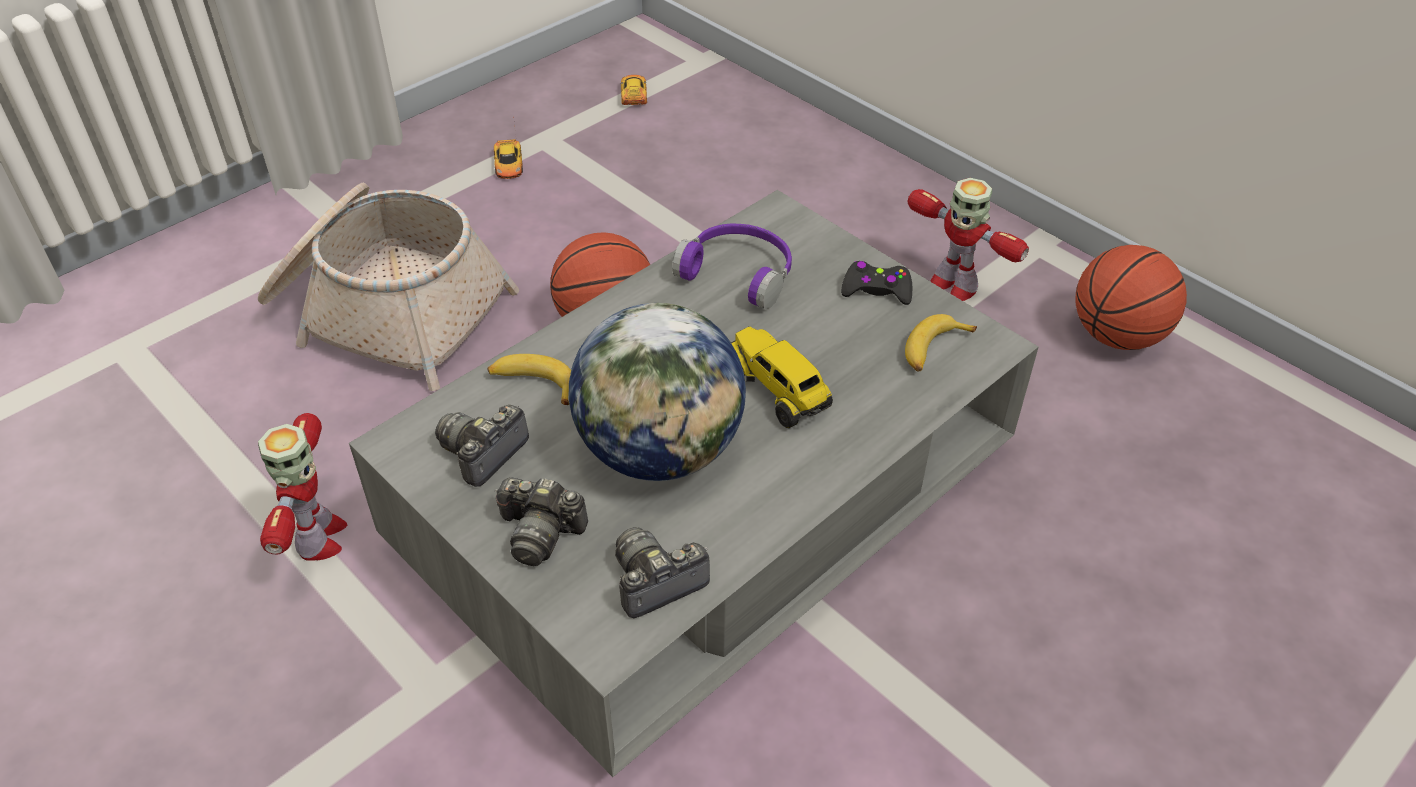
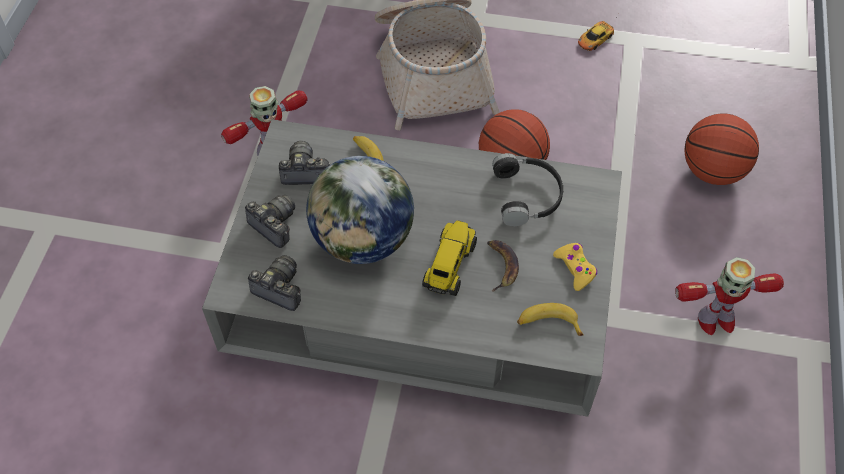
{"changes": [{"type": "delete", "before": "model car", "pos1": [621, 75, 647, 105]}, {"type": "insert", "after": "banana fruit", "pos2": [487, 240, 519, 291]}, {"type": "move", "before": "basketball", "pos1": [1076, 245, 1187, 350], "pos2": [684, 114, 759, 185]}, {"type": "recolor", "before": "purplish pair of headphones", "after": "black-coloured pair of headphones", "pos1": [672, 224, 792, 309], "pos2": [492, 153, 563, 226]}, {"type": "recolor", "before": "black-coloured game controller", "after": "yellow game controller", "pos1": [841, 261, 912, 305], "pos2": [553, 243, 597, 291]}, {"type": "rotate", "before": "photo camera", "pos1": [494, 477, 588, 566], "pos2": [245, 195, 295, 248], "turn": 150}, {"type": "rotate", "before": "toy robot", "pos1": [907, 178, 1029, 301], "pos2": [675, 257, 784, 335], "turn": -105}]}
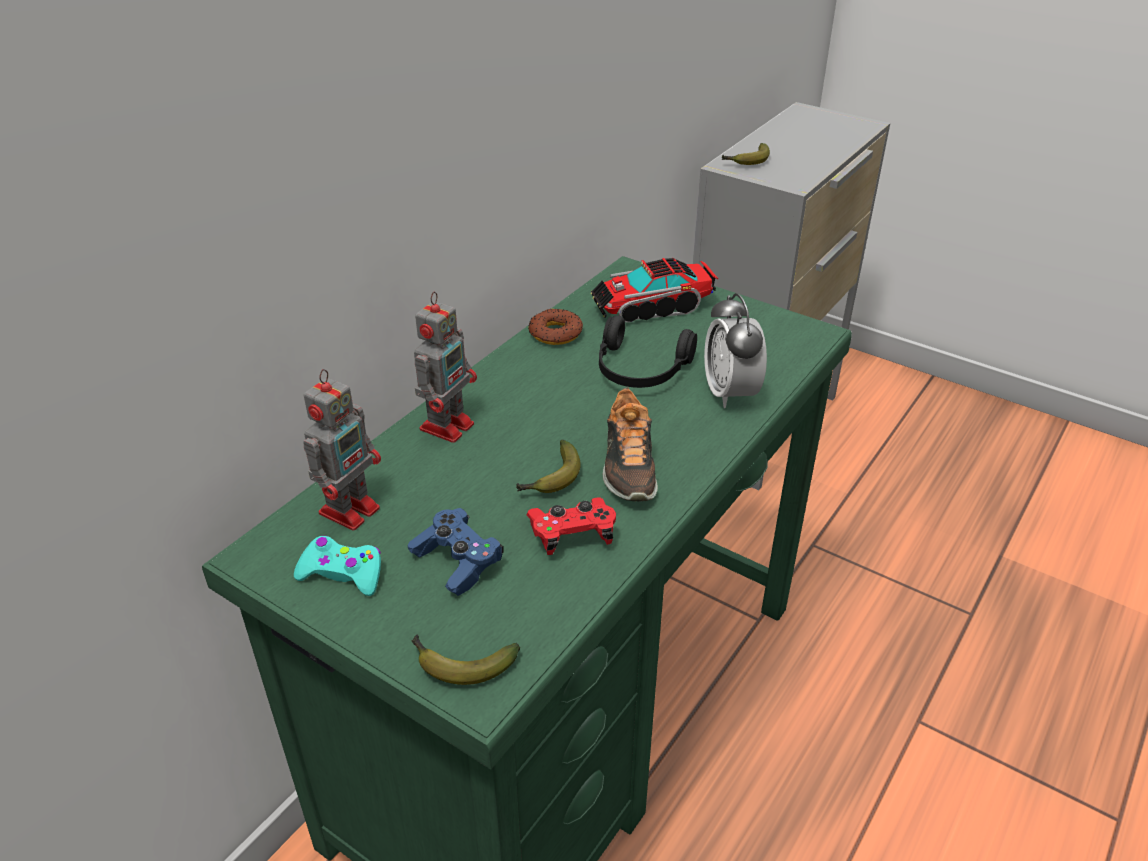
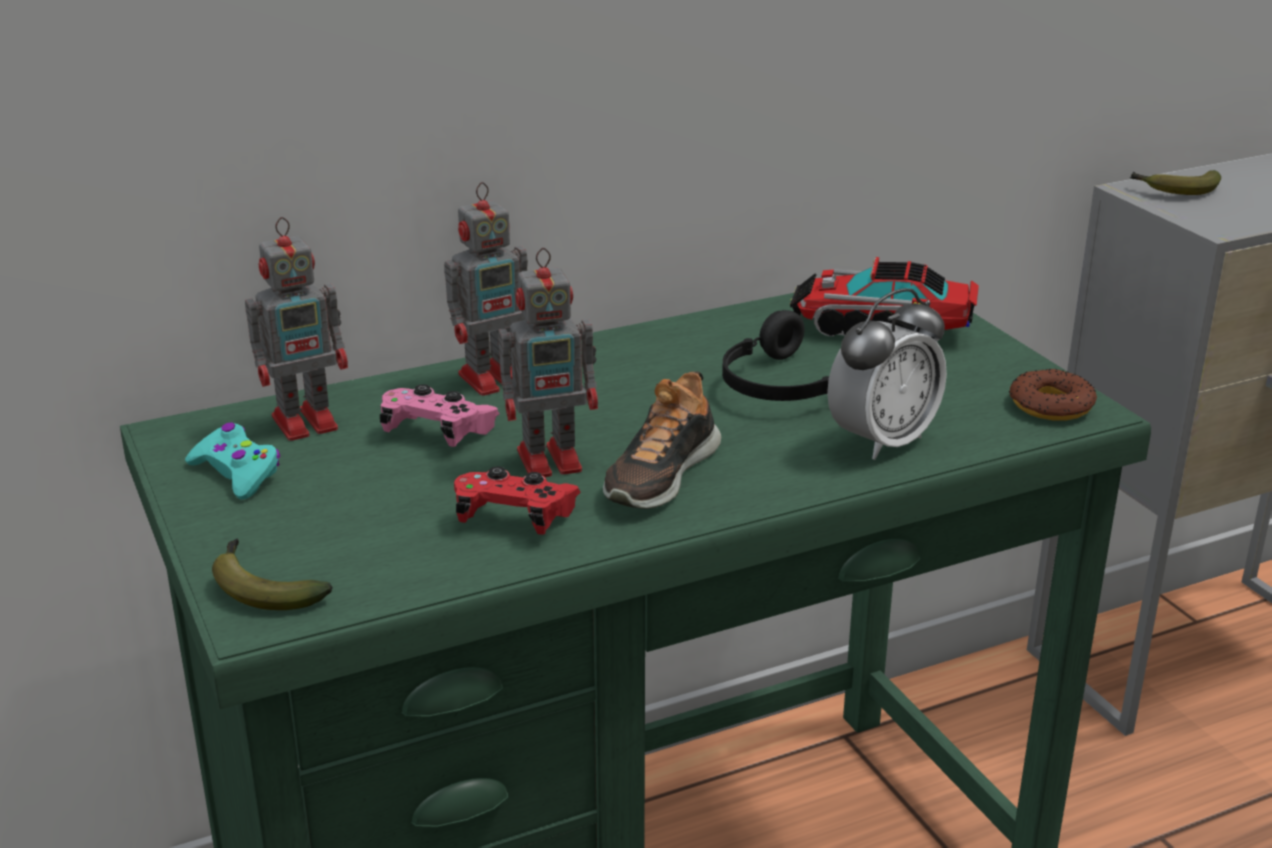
{"changes": [{"type": "delete", "before": "blue game controller", "pos1": [408, 508, 503, 596]}, {"type": "insert", "after": "pink game controller", "pos2": [380, 384, 500, 447]}, {"type": "move", "before": "doughnut", "pos1": [528, 308, 583, 345], "pos2": [1009, 369, 1097, 421]}, {"type": "replace", "before": "banana fruit", "after": "toy robot", "pos1": [516, 440, 581, 493], "pos2": [498, 248, 598, 477]}, {"type": "rotate", "before": "bedside clock", "pos1": [704, 293, 767, 408], "pos2": [827, 288, 947, 460], "turn": -150}]}
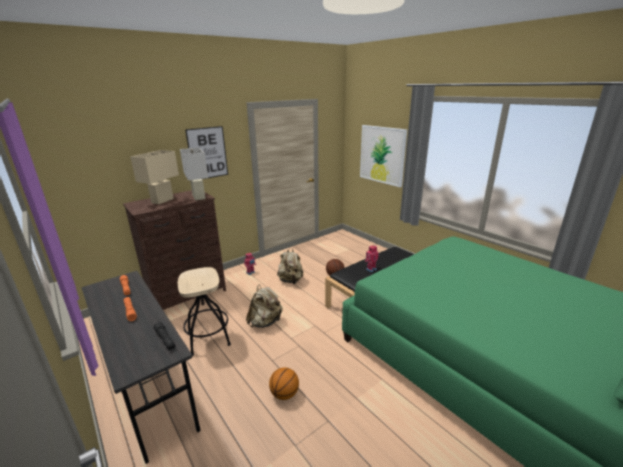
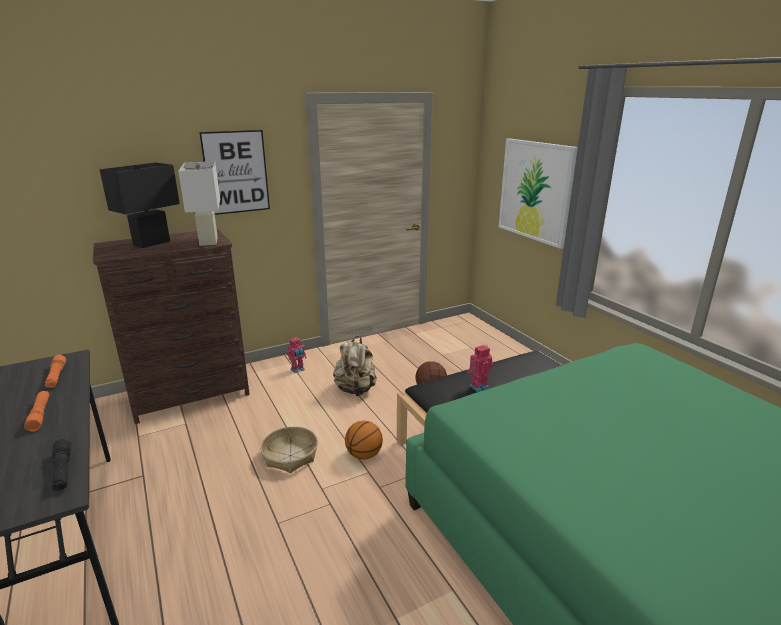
{"changes": [{"type": "delete", "before": "beige-coloured stool", "pos1": [178, 267, 231, 356]}, {"type": "move", "before": "basketball", "pos1": [269, 367, 299, 400], "pos2": [345, 421, 383, 460]}, {"type": "replace", "before": "beige-coloured rucksack", "after": "basket", "pos1": [246, 284, 283, 328], "pos2": [261, 426, 318, 473]}, {"type": "recolor", "before": "beige-coloured lamp for a table", "after": "black-coloured lamp for a table", "pos1": [130, 150, 179, 204], "pos2": [99, 162, 180, 248]}]}
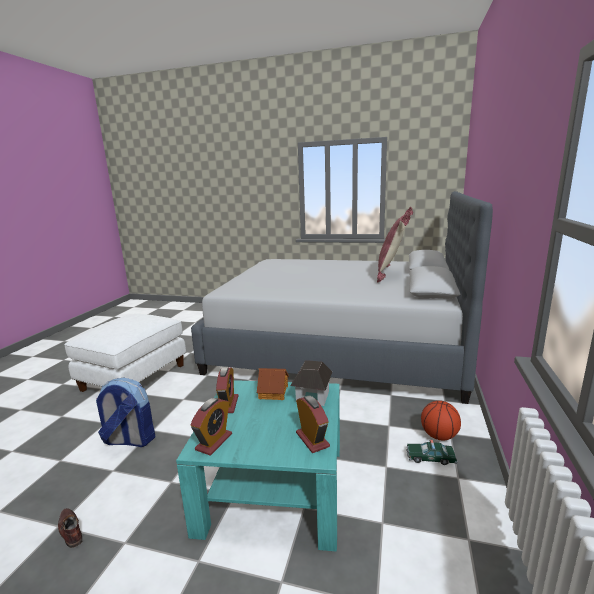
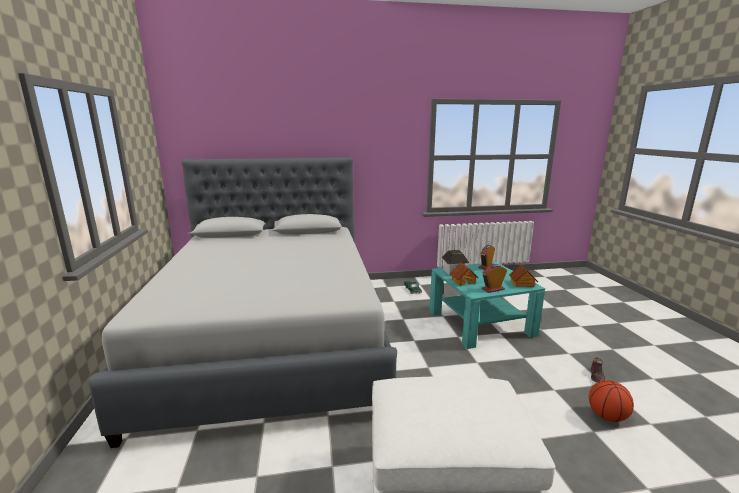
{"changes": [{"type": "delete", "before": "rucksack", "pos1": [96, 378, 155, 447]}, {"type": "delete", "before": "red-coloured cushion", "pos1": [377, 207, 413, 283]}, {"type": "move", "before": "basketball", "pos1": [421, 401, 461, 440], "pos2": [589, 380, 634, 422]}, {"type": "replace", "before": "bedside clock", "after": "model house", "pos1": [190, 398, 232, 456], "pos2": [509, 264, 538, 287]}]}
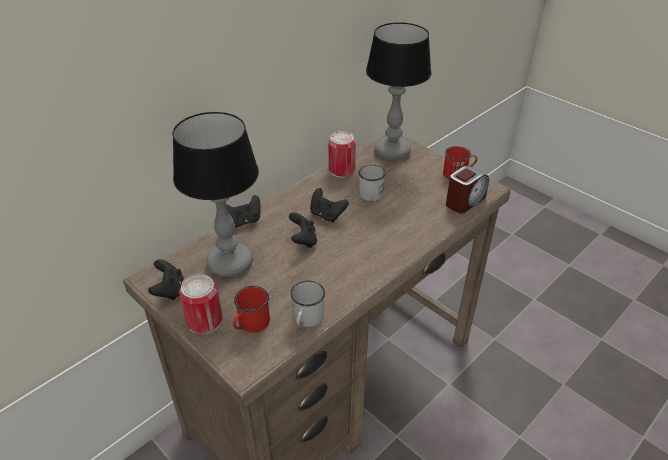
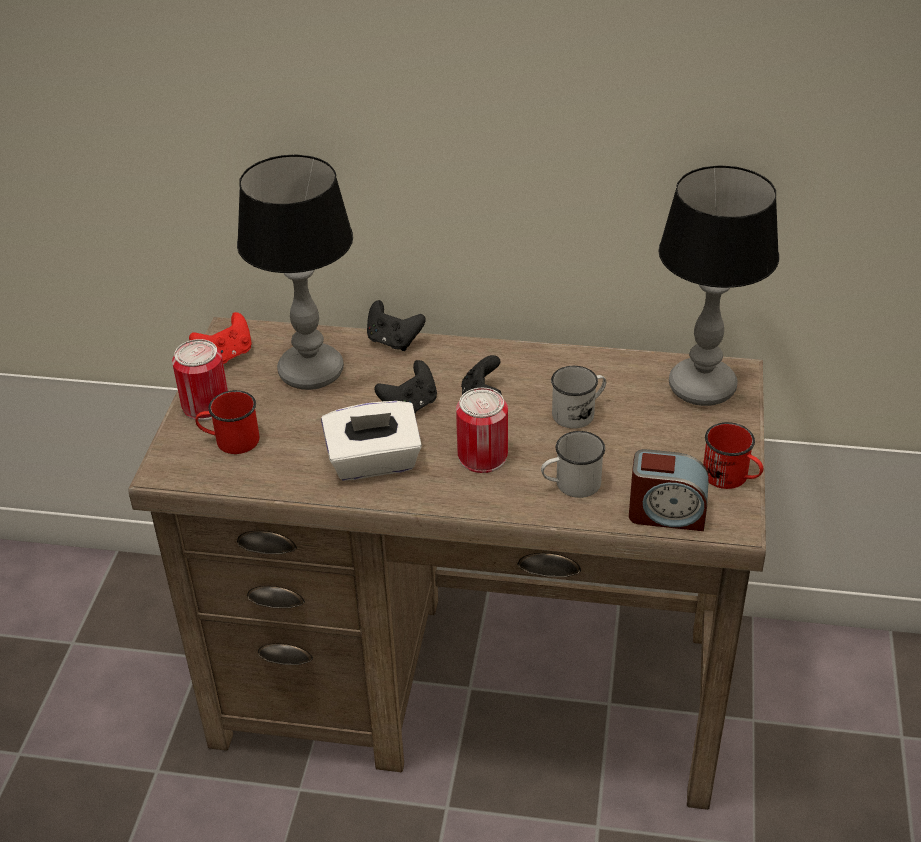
{"changes": [{"type": "insert", "after": "white tissue holder", "pos2": [321, 401, 422, 481]}, {"type": "move", "before": "white mug", "pos1": [291, 281, 325, 327], "pos2": [541, 431, 605, 498]}, {"type": "move", "before": "sealed can", "pos1": [328, 131, 356, 178], "pos2": [456, 388, 508, 473]}, {"type": "recolor", "before": "black-coloured game controller", "after": "red-coloured game controller", "pos1": [148, 259, 184, 300], "pos2": [189, 312, 252, 364]}]}
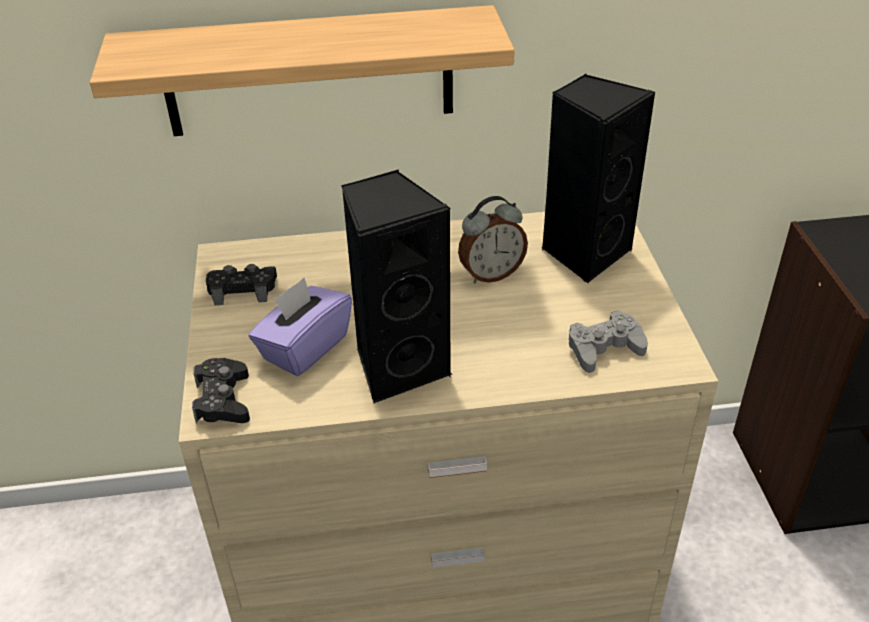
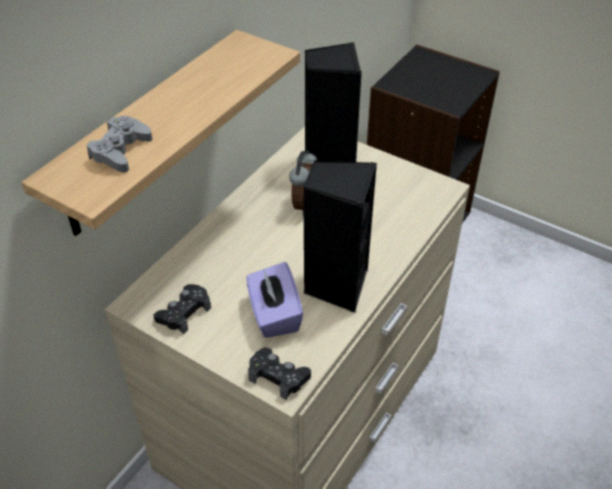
{"changes": [{"type": "move", "before": "greyish game controller", "pos1": [569, 311, 648, 373], "pos2": [87, 116, 152, 173]}]}
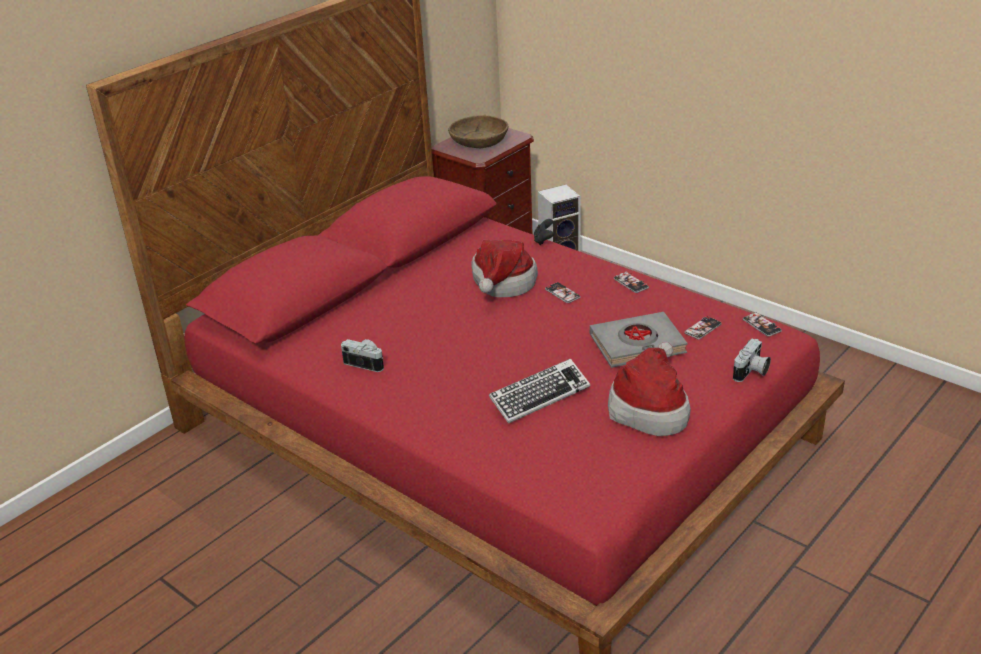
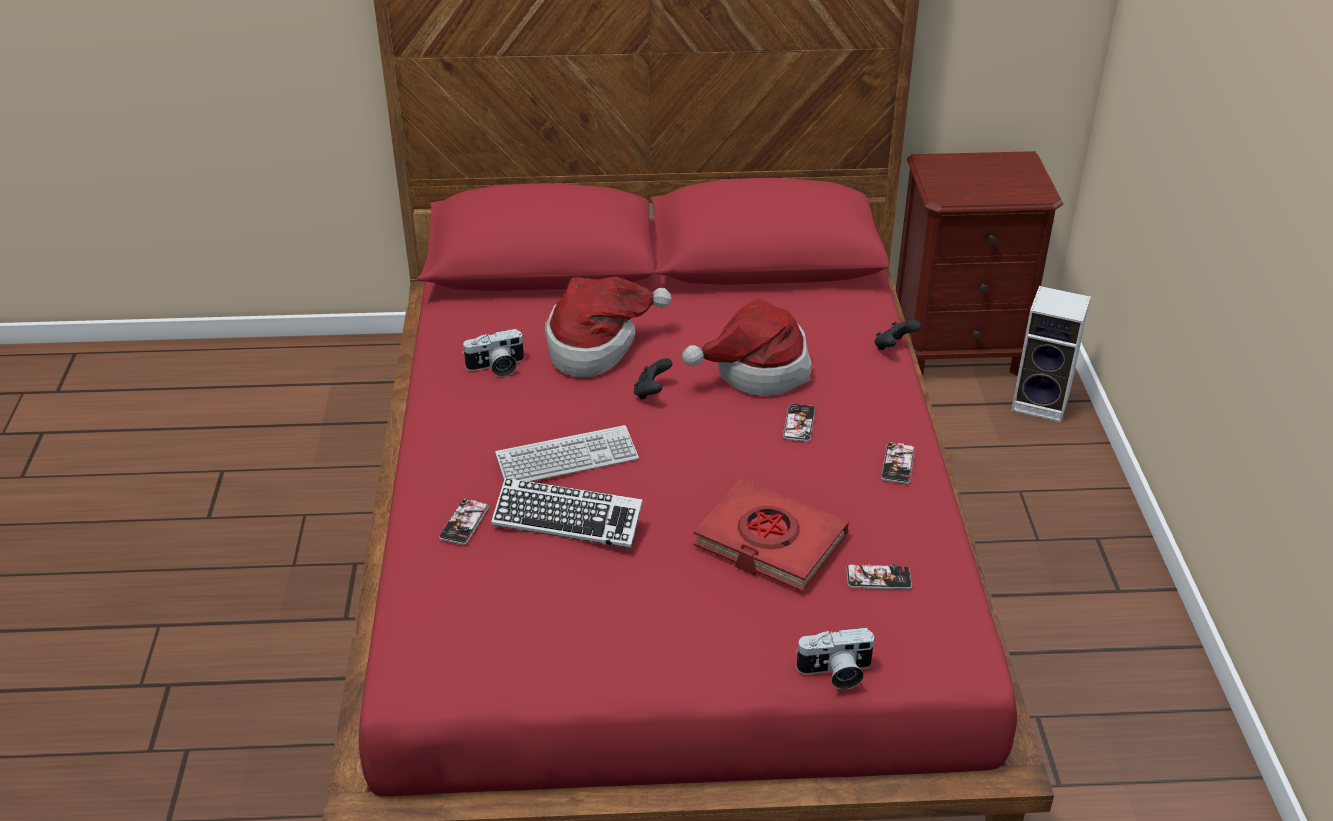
{"changes": [{"type": "delete", "before": "brown deep dish", "pos1": [448, 114, 508, 148]}, {"type": "insert", "after": "PC keyboard", "pos2": [495, 425, 639, 482]}, {"type": "insert", "after": "black-coloured game controller", "pos2": [634, 358, 672, 400]}, {"type": "move", "before": "wearable hat", "pos1": [608, 342, 691, 436], "pos2": [545, 277, 672, 377]}, {"type": "move", "before": "phone", "pos1": [743, 312, 782, 337], "pos2": [439, 499, 489, 545]}, {"type": "recolor", "before": "greyish bound book", "after": "red-coloured bound book", "pos1": [590, 312, 688, 368], "pos2": [693, 479, 849, 592]}, {"type": "rotate", "before": "photo camera", "pos1": [341, 339, 384, 372], "pos2": [462, 329, 525, 377], "turn": 90}]}
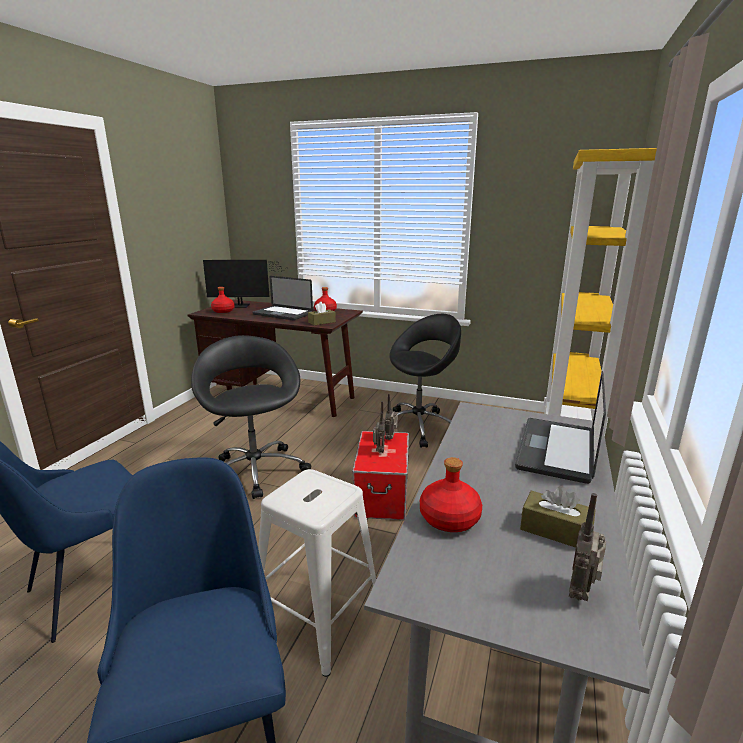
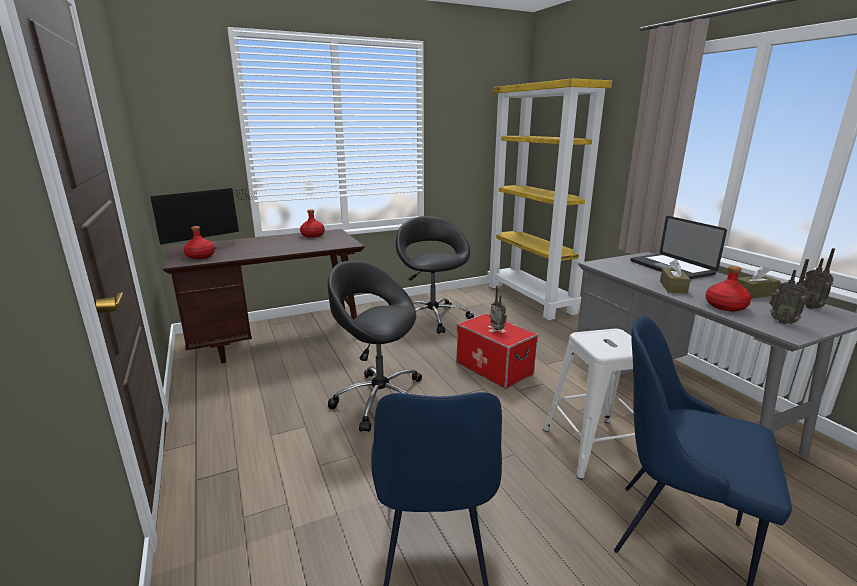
{"changes": [{"type": "delete", "before": "portable computer", "pos1": [253, 276, 313, 320]}, {"type": "move", "before": "brown tissue holder", "pos1": [308, 302, 336, 325], "pos2": [660, 259, 691, 294]}, {"type": "move", "before": "radio", "pos1": [385, 394, 398, 440], "pos2": [769, 259, 809, 324]}, {"type": "rotate", "before": "black-coloured desk chair", "pos1": [389, 314, 461, 448], "pos2": [396, 216, 474, 334], "turn": -45}]}
